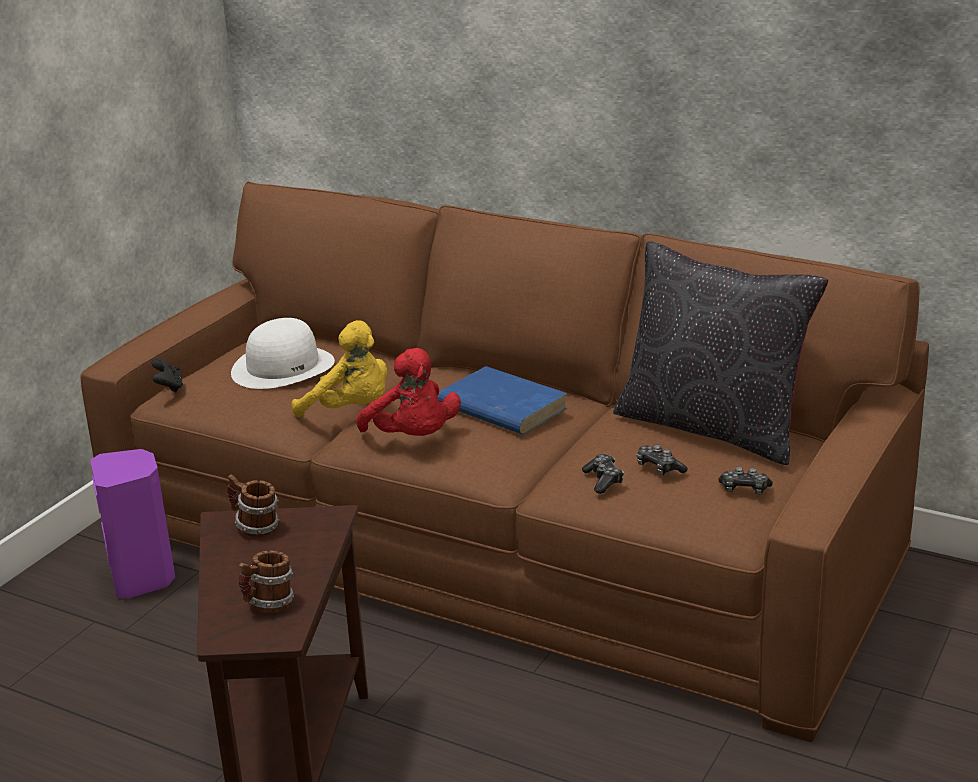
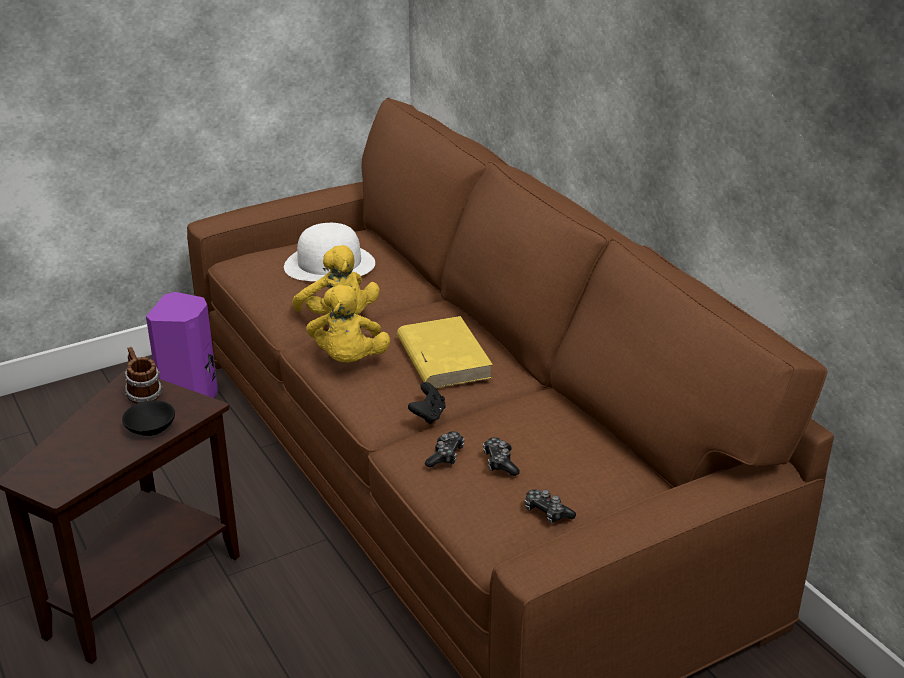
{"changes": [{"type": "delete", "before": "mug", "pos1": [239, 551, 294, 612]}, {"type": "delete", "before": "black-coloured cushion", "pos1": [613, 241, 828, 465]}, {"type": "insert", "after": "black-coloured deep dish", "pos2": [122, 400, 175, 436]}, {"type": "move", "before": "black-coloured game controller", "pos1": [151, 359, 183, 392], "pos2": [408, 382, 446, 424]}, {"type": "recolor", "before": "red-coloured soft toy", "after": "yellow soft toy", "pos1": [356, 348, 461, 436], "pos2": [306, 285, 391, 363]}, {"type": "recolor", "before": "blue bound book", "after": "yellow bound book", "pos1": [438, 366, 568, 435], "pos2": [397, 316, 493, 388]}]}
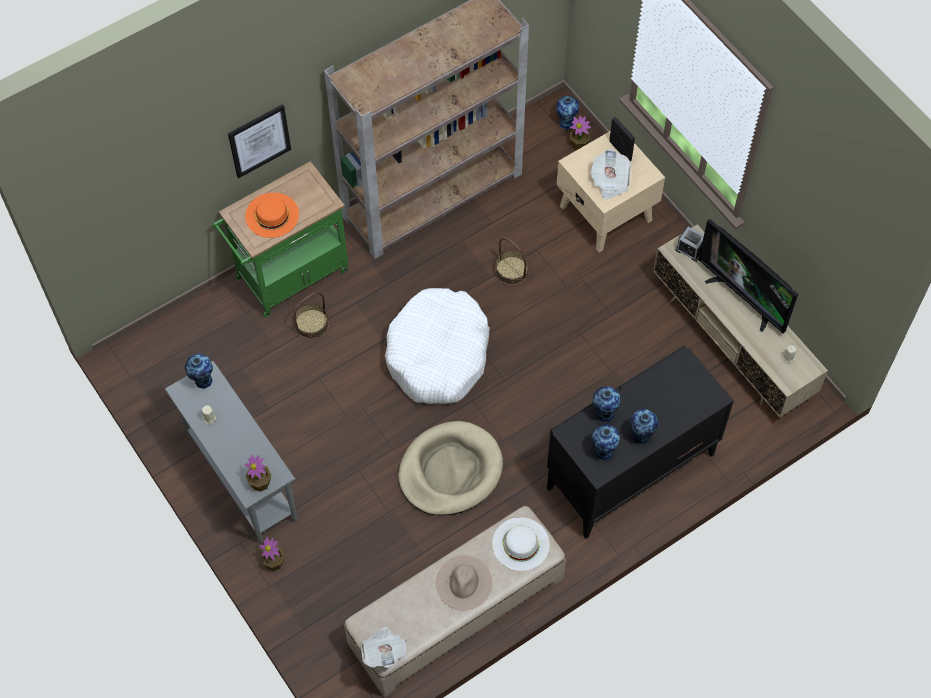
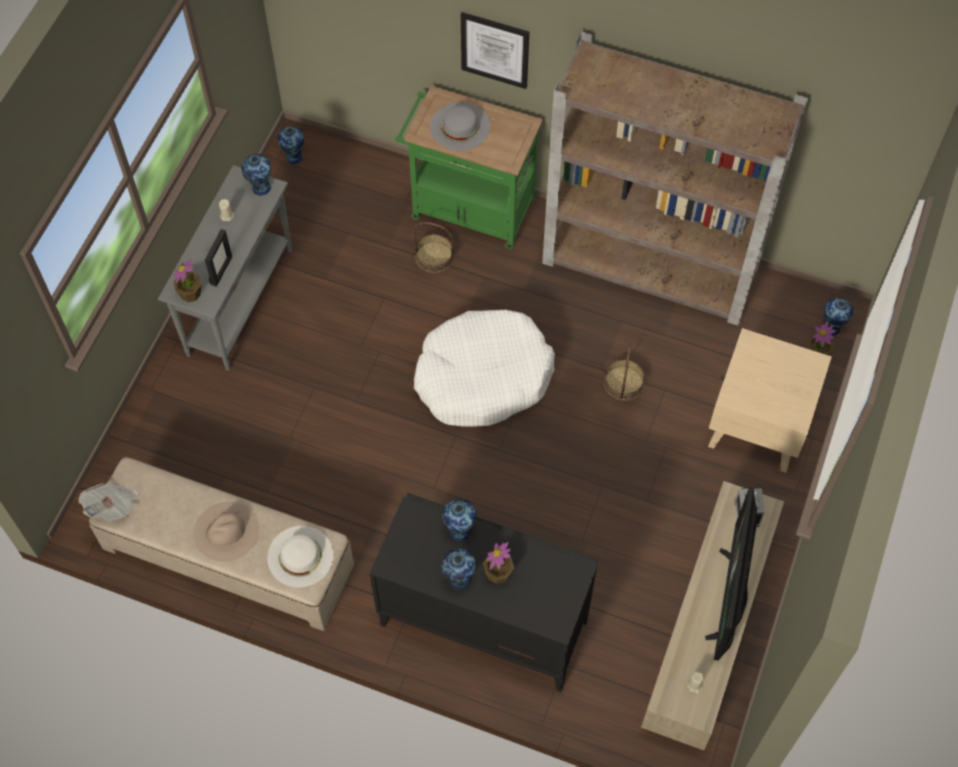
{"changes": [{"type": "delete", "before": "beige-coloured dog cushion", "pos1": [398, 421, 503, 515]}, {"type": "delete", "before": "newspaper", "pos1": [590, 149, 632, 200]}, {"type": "move", "before": "plant in a pot", "pos1": [260, 537, 285, 571], "pos2": [483, 542, 514, 584]}, {"type": "move", "before": "vase", "pos1": [591, 424, 620, 460], "pos2": [278, 126, 304, 164]}, {"type": "move", "before": "photo frame", "pos1": [609, 117, 635, 161], "pos2": [205, 229, 232, 287]}, {"type": "recolor", "before": "orange wearable hat", "after": "greyish wearable hat", "pos1": [245, 192, 299, 238], "pos2": [430, 102, 490, 151]}]}
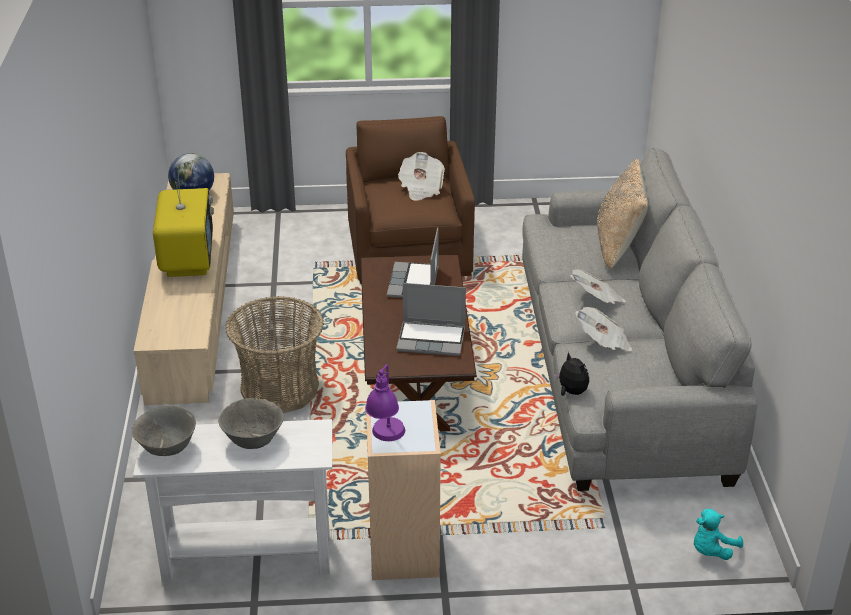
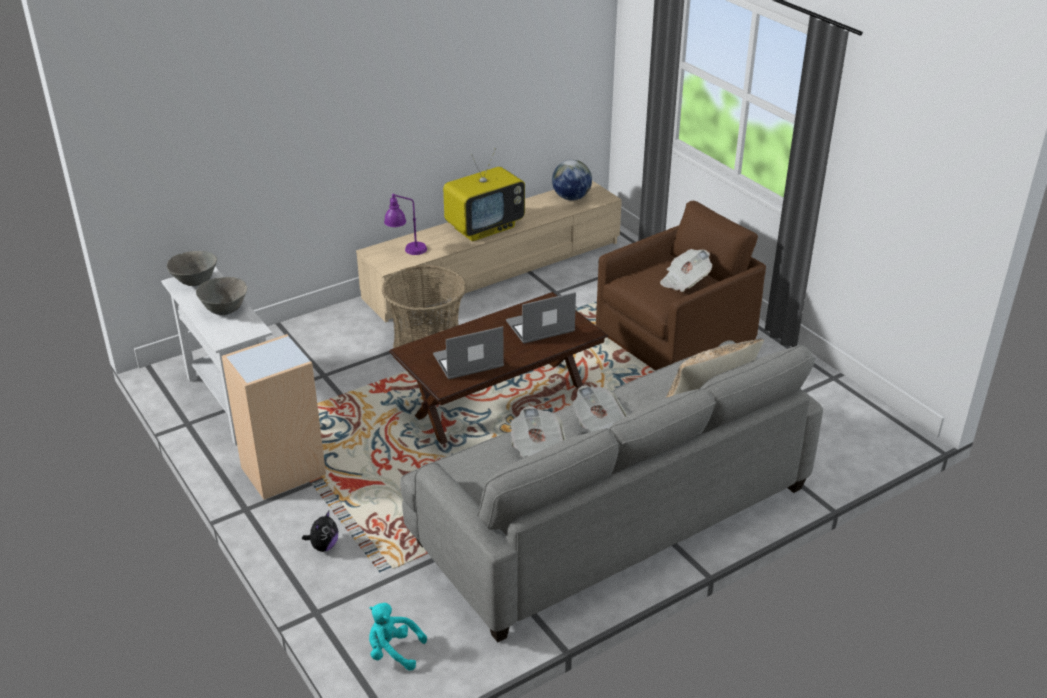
{"changes": [{"type": "move", "before": "purplish lamp for a table", "pos1": [365, 364, 405, 441], "pos2": [384, 194, 427, 255]}, {"type": "move", "before": "soft toy", "pos1": [554, 352, 589, 396], "pos2": [302, 511, 338, 552]}, {"type": "rotate", "before": "portable computer", "pos1": [396, 283, 466, 356], "pos2": [433, 326, 504, 379], "turn": 90}]}
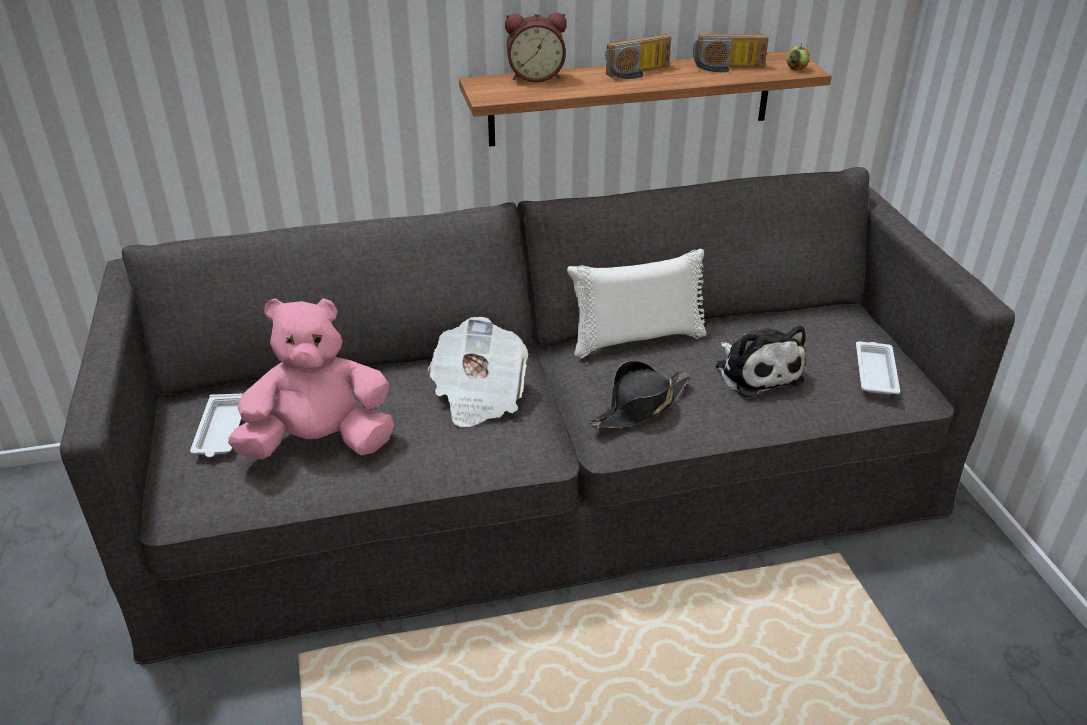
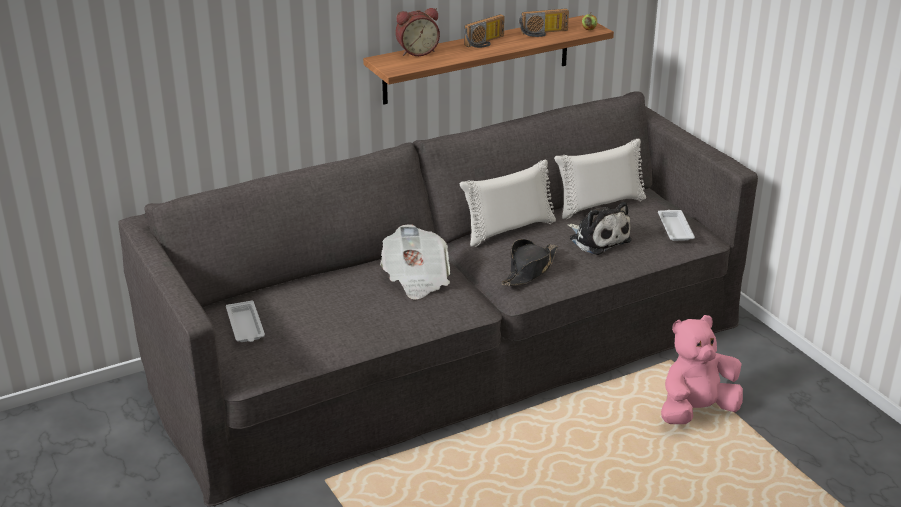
{"changes": [{"type": "insert", "after": "white cushion", "pos2": [554, 138, 646, 219]}, {"type": "move", "before": "pink soft toy", "pos1": [228, 298, 395, 460], "pos2": [661, 315, 743, 424]}]}
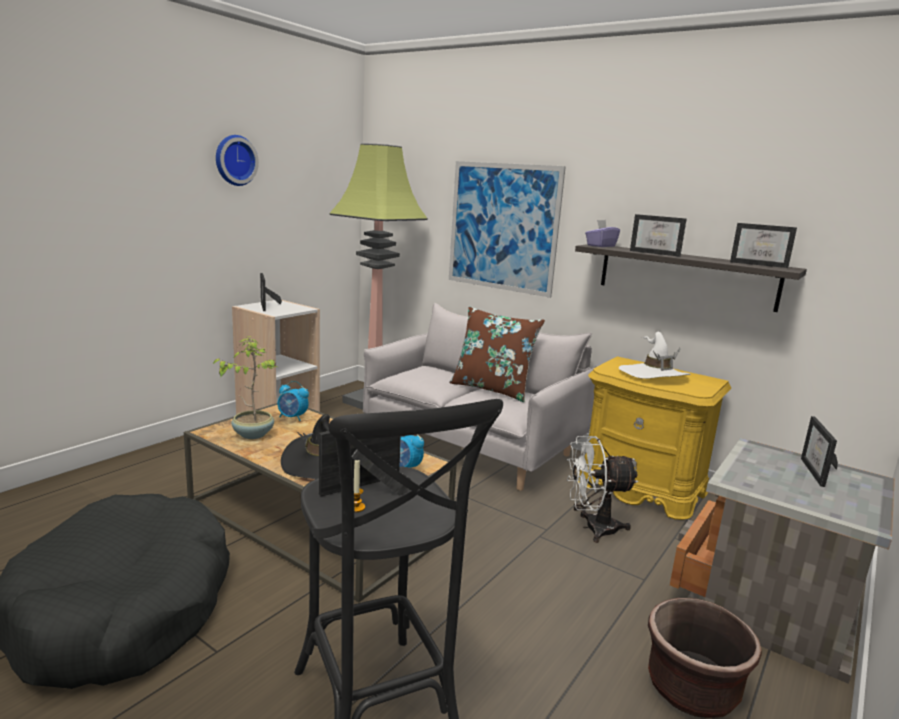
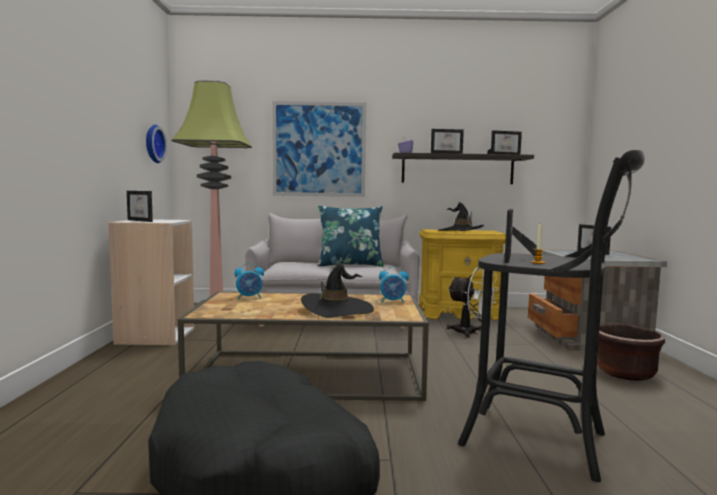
{"changes": [{"type": "delete", "before": "plant in a pot", "pos1": [212, 336, 277, 439]}, {"type": "move", "before": "clock on the wall", "pos1": [216, 135, 259, 186], "pos2": [146, 125, 167, 163]}, {"type": "recolor", "before": "brown cushion", "after": "blue cushion", "pos1": [449, 306, 545, 402], "pos2": [317, 206, 384, 267]}, {"type": "recolor", "before": "white wearable hat", "after": "black-coloured wearable hat", "pos1": [619, 332, 691, 379], "pos2": [438, 202, 484, 231]}, {"type": "rotate", "before": "white cooling fan", "pos1": [567, 436, 639, 543], "pos2": [446, 267, 498, 338], "turn": -105}]}
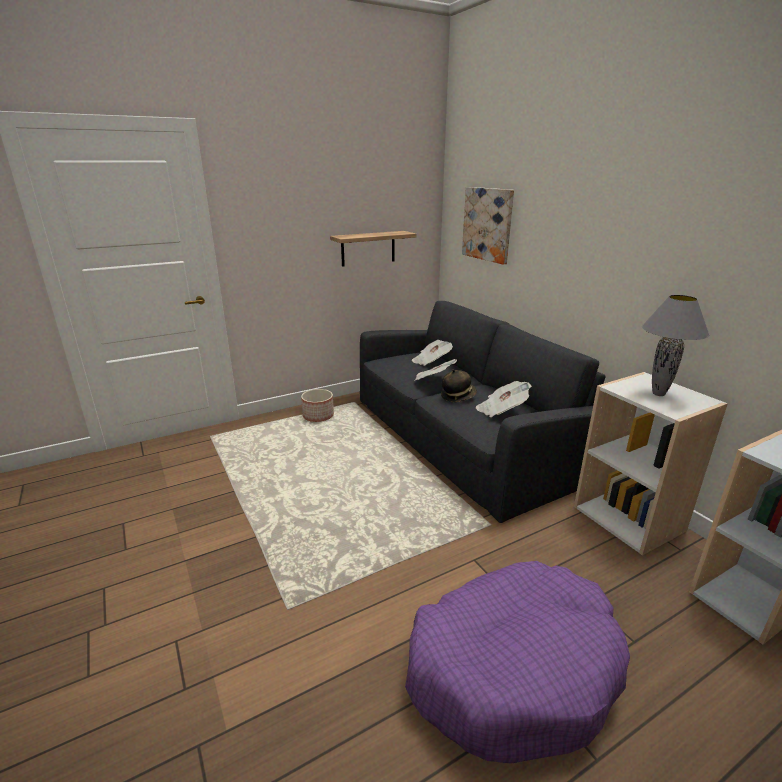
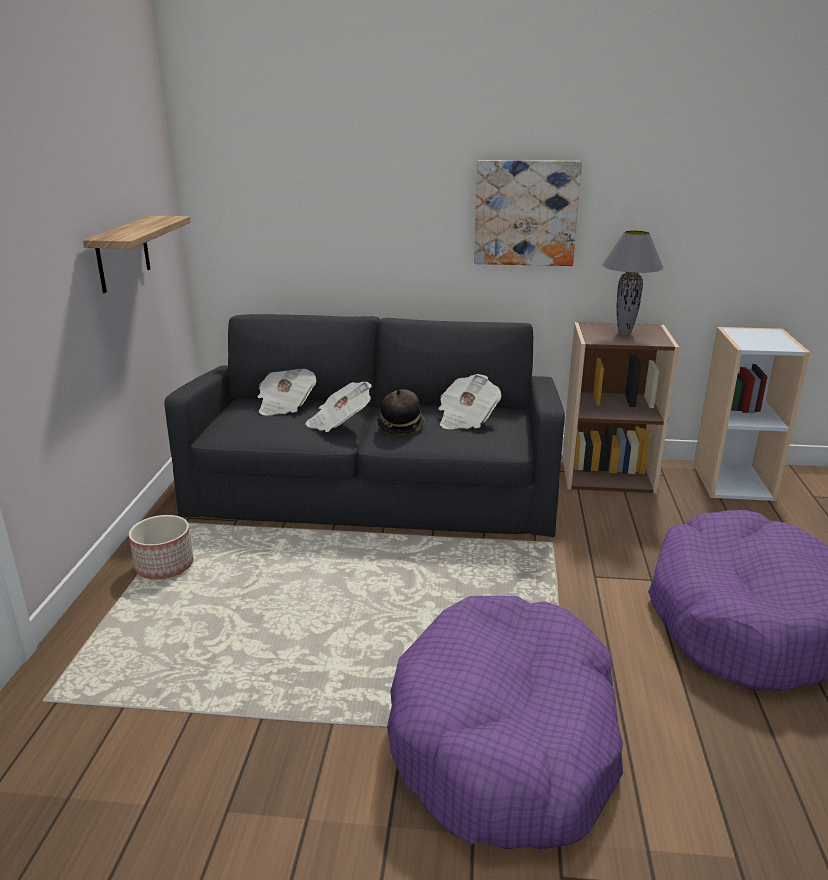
{"changes": [{"type": "insert", "after": "purplish dog cushion", "pos2": [387, 596, 623, 850]}, {"type": "move", "before": "wall picture", "pos1": [462, 187, 514, 265], "pos2": [474, 160, 582, 266]}, {"type": "recolor", "before": "white bookcase", "after": "brown bookcase", "pos1": [574, 372, 728, 555], "pos2": [562, 322, 679, 493]}]}
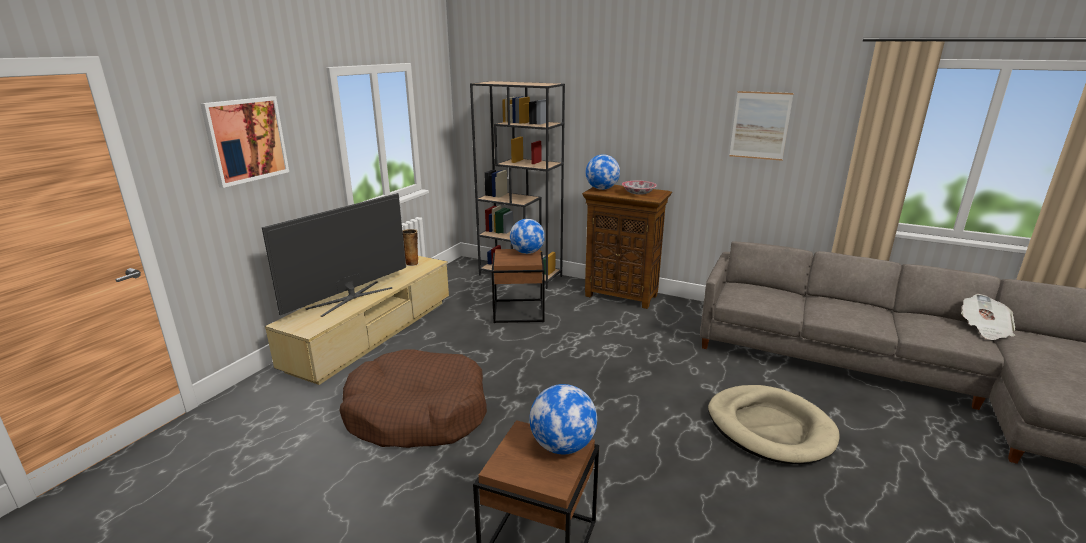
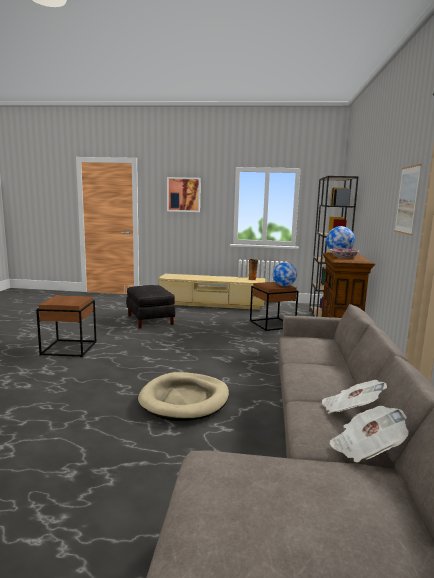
{"changes": [{"type": "delete", "before": "television", "pos1": [262, 193, 406, 317]}, {"type": "delete", "before": "world globe", "pos1": [529, 384, 597, 454]}, {"type": "insert", "after": "newspaper", "pos2": [322, 380, 387, 413]}, {"type": "replace", "before": "brown dog cushion", "after": "black-coloured pouffe", "pos1": [340, 349, 487, 448], "pos2": [126, 285, 175, 329]}]}
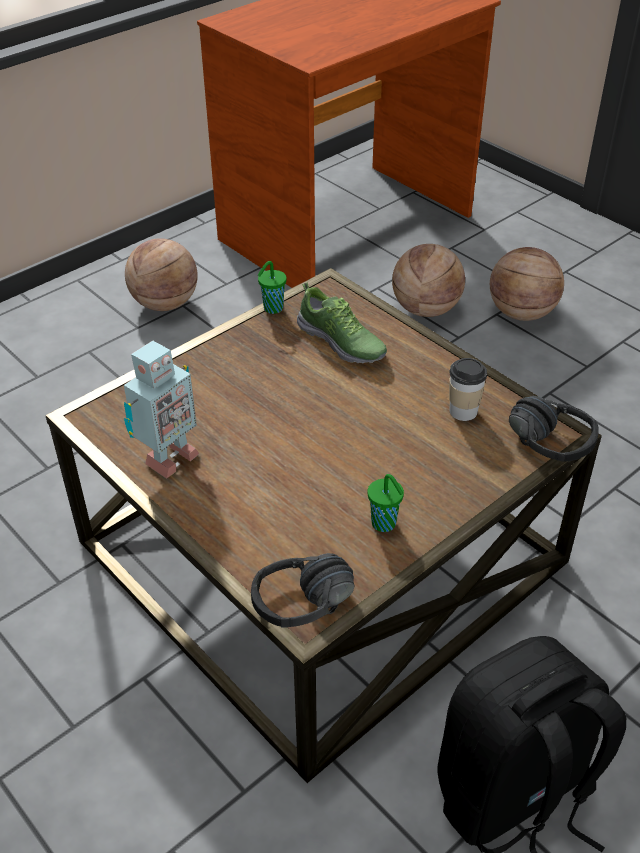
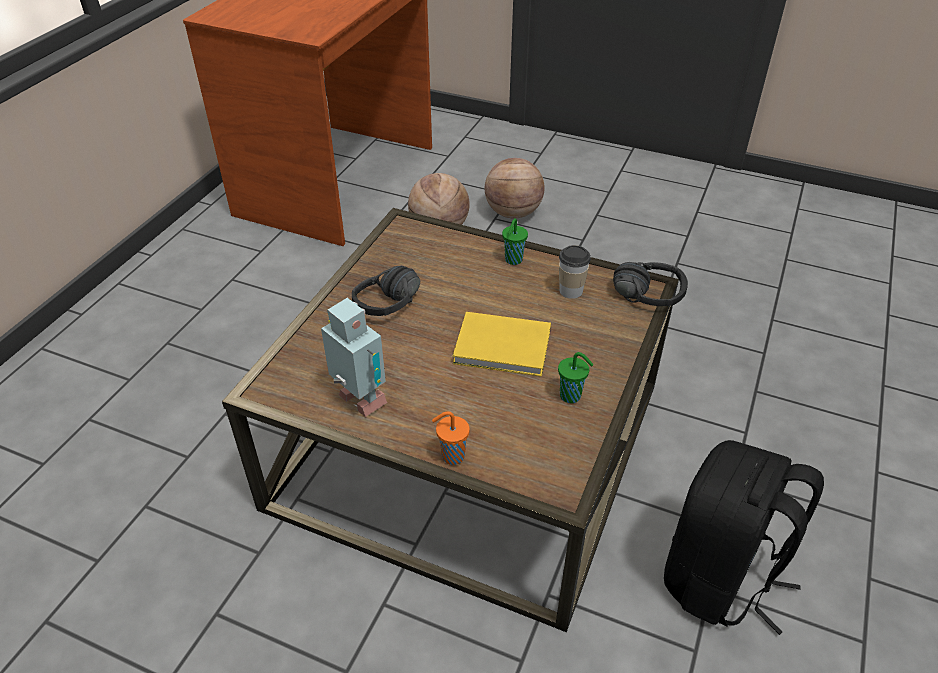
{"changes": [{"type": "delete", "before": "basketball", "pos1": [125, 238, 198, 311]}, {"type": "delete", "before": "shoe", "pos1": [297, 282, 387, 363]}, {"type": "insert", "after": "orange cup", "pos2": [432, 411, 470, 465]}, {"type": "insert", "after": "yellow bound book", "pos2": [453, 312, 551, 377]}, {"type": "move", "before": "black-coloured pair of headphones", "pos1": [251, 553, 355, 628], "pos2": [352, 266, 420, 316]}, {"type": "move", "before": "green-coloured cup", "pos1": [258, 261, 287, 314], "pos2": [502, 218, 528, 265]}, {"type": "rotate", "before": "toy robot", "pos1": [124, 341, 200, 479], "pos2": [321, 298, 387, 417], "turn": -60}]}
